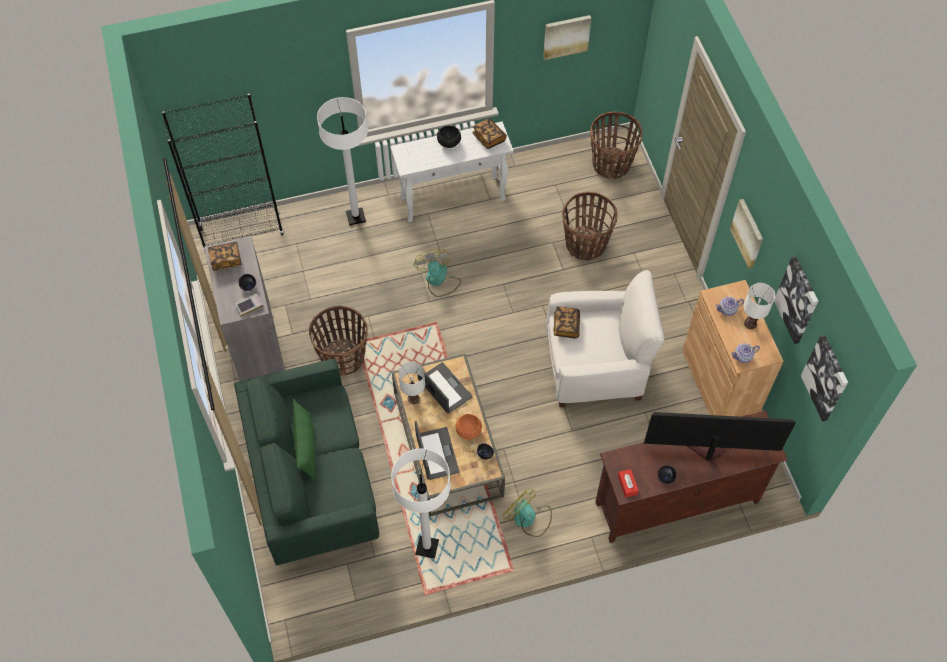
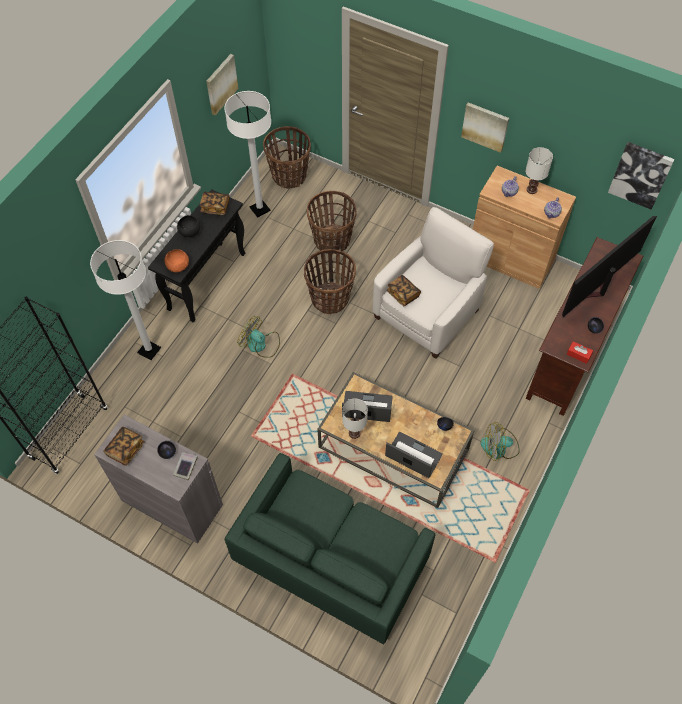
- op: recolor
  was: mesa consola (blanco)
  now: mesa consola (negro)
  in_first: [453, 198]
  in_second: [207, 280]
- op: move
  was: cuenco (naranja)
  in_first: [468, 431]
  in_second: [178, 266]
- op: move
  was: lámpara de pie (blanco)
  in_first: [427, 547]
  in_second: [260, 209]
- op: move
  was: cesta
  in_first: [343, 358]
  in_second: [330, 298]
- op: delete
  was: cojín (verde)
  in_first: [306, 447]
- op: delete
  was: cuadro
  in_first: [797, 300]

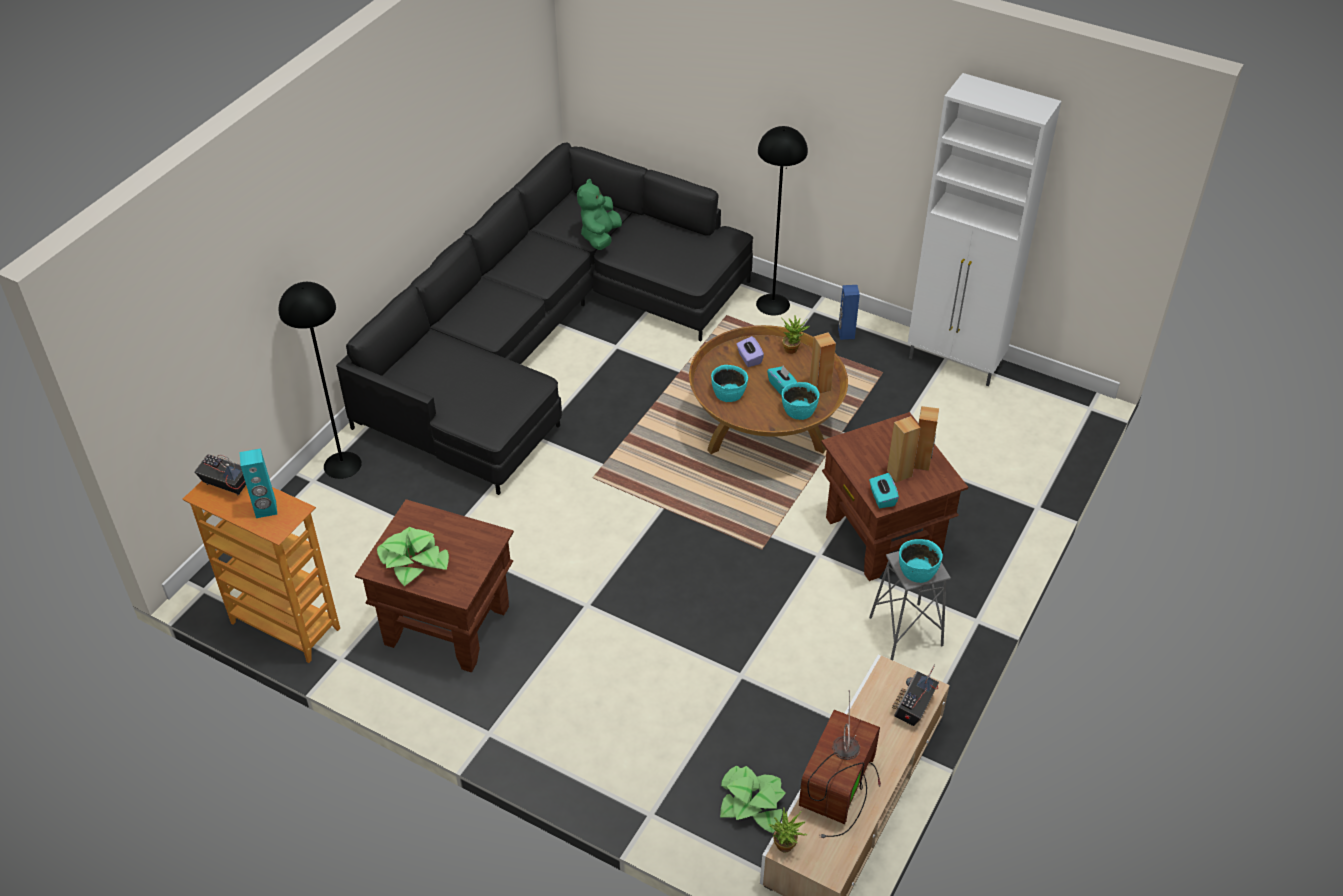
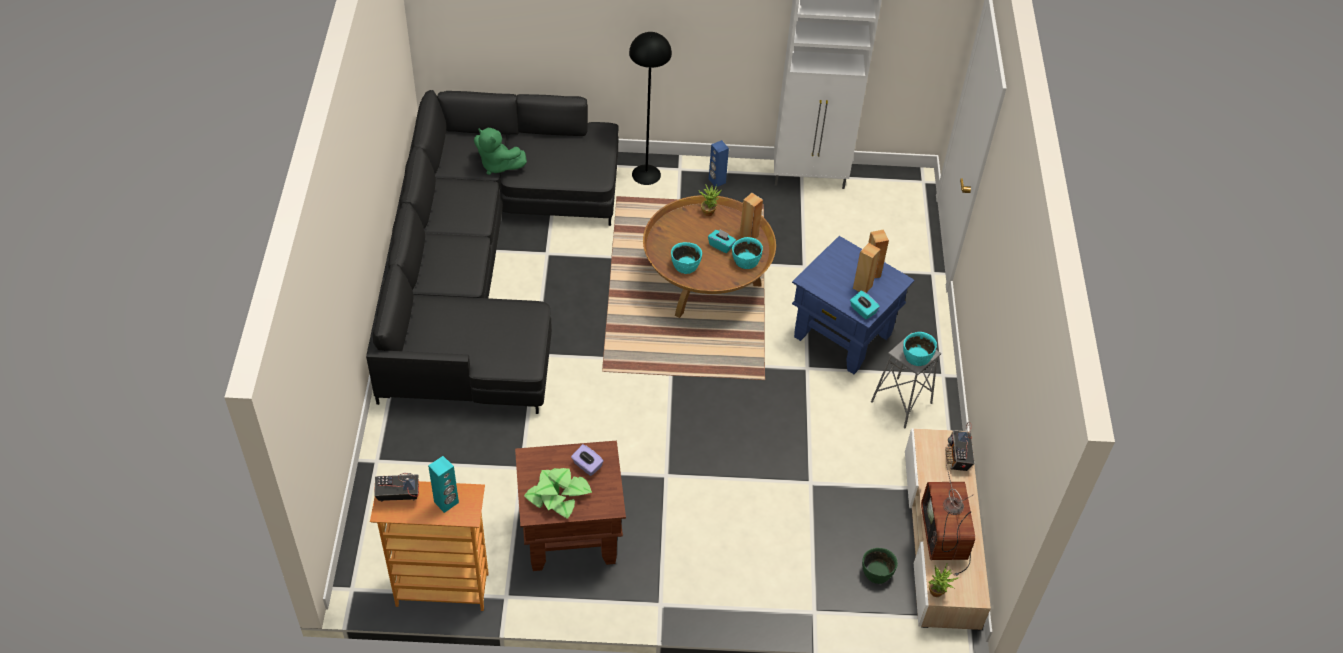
- op: rotate
  was: peluche (verde)
  in_first: [600, 237]
  in_second: [497, 165]
  clockwise: -45
- op: move
  was: caja de pañuelos (morado)
  in_first: [749, 358]
  in_second: [587, 466]
- op: recolor
  was: mesa auxiliar (marrón)
  now: mesa auxiliar (azul)
  in_first: [882, 536]
  in_second: [842, 336]
- op: replace
  was: planta en maceta
  now: cuenco (verde)
  in_first: [752, 802]
  in_second: [876, 572]
- op: delete
  was: lámpara de pie (negro)
  in_first: [342, 464]

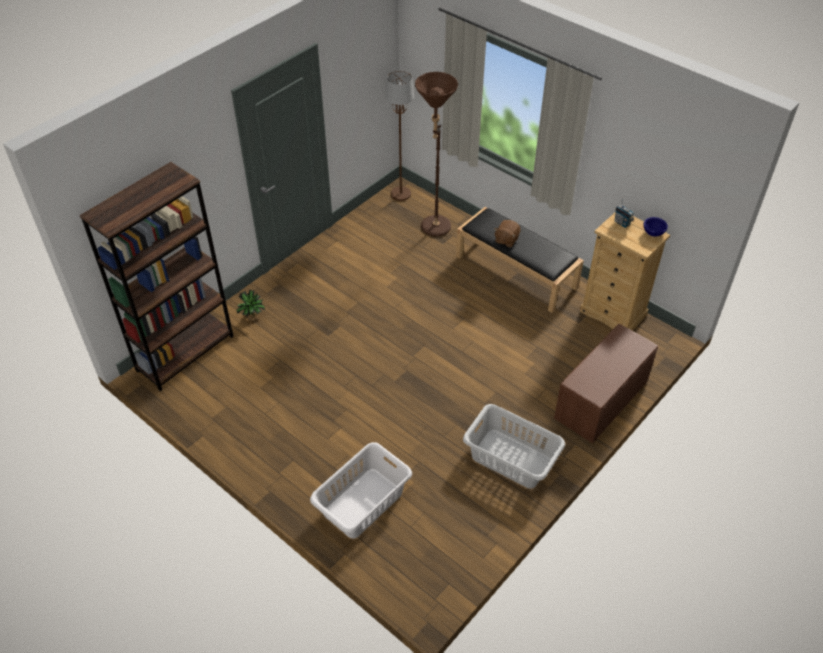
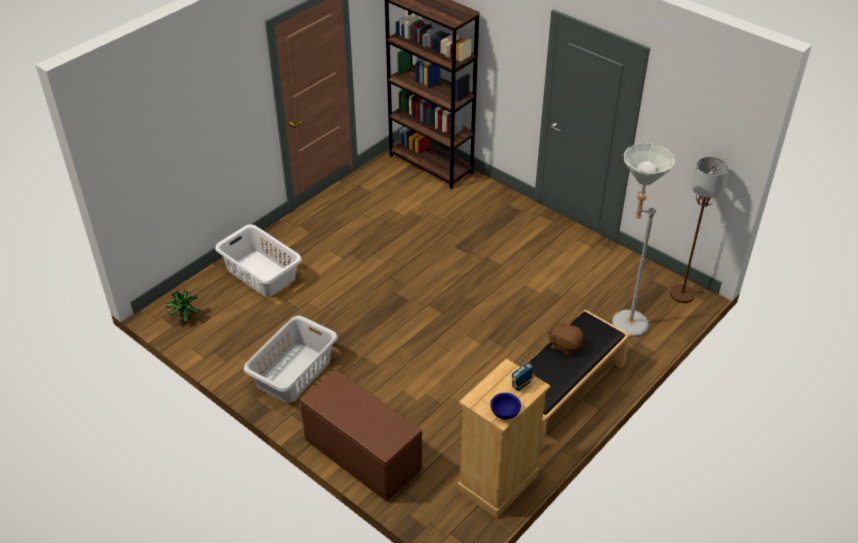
- op: move
  was: planta en maceta
  in_first: [252, 316]
  in_second: [185, 318]
- op: recolor
  was: lámpara de pie (marrón)
  now: lámpara de pie (gris)
  in_first: [433, 230]
  in_second: [622, 322]

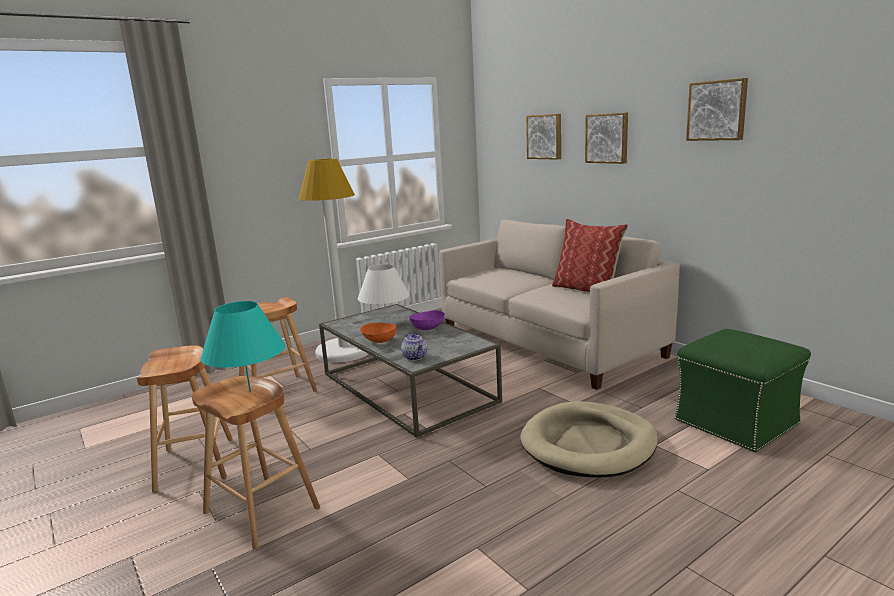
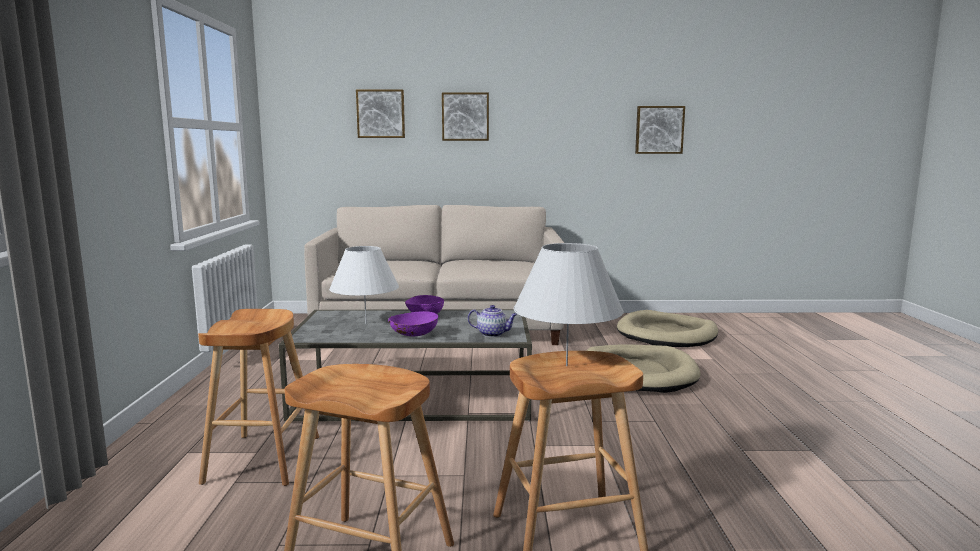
- op: recolor
  was: cuenco (naranja)
  now: cuenco (morado)
  in_first: [379, 341]
  in_second: [414, 335]
- op: recolor
  was: lámpara de mesa (turquesa)
  now: lámpara de mesa (blanco)
  in_first: [250, 391]
  in_second: [566, 366]
- op: replace
  was: puf (verde)
  now: cama para perro (beis)
  in_first: [737, 423]
  in_second: [667, 334]
- op: move
  was: cuadro
  in_first: [717, 110]
  in_second: [659, 130]
- op: delete
  was: lámpara de pie (blanco)
  in_first: [344, 351]
- op: delete
  was: cojín
  in_first: [587, 289]

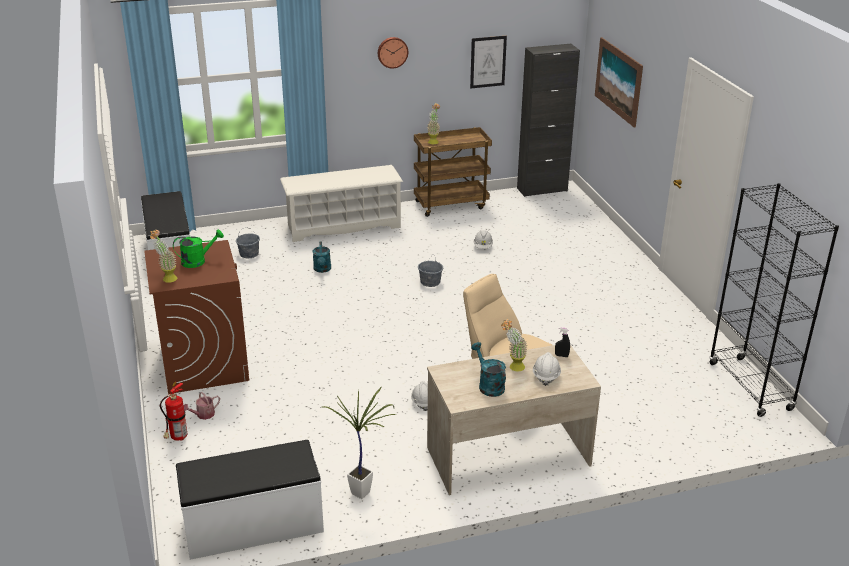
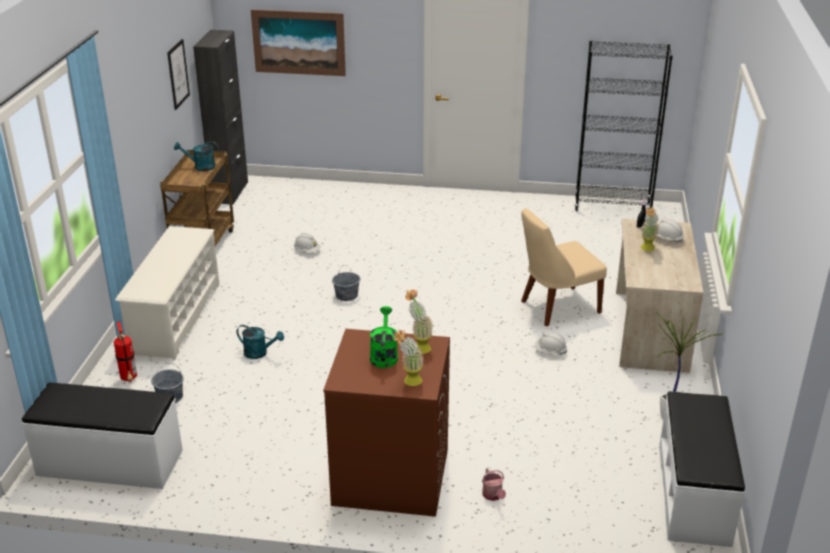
- op: move
  was: extintor
  in_first: [177, 438]
  in_second: [129, 379]
- op: move
  was: regadera (turquesa)
  in_first: [488, 385]
  in_second: [200, 167]
- op: move
  was: planta en maceta
  in_first: [433, 141]
  in_second: [418, 347]
- op: delete
  was: reloj de pared
  in_first: [392, 52]

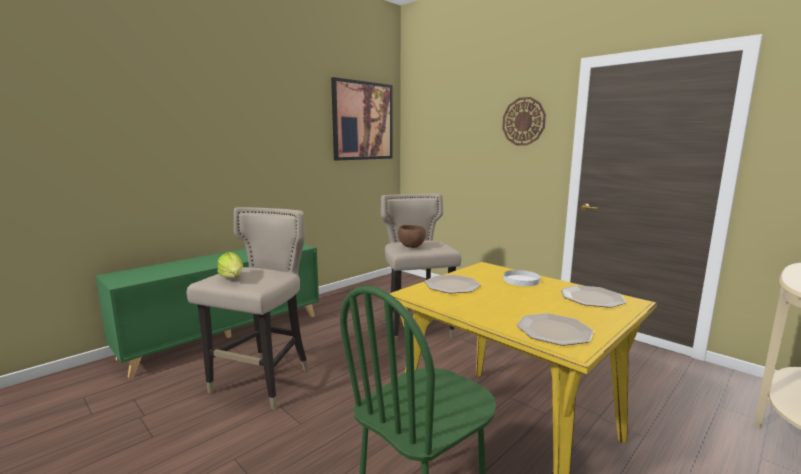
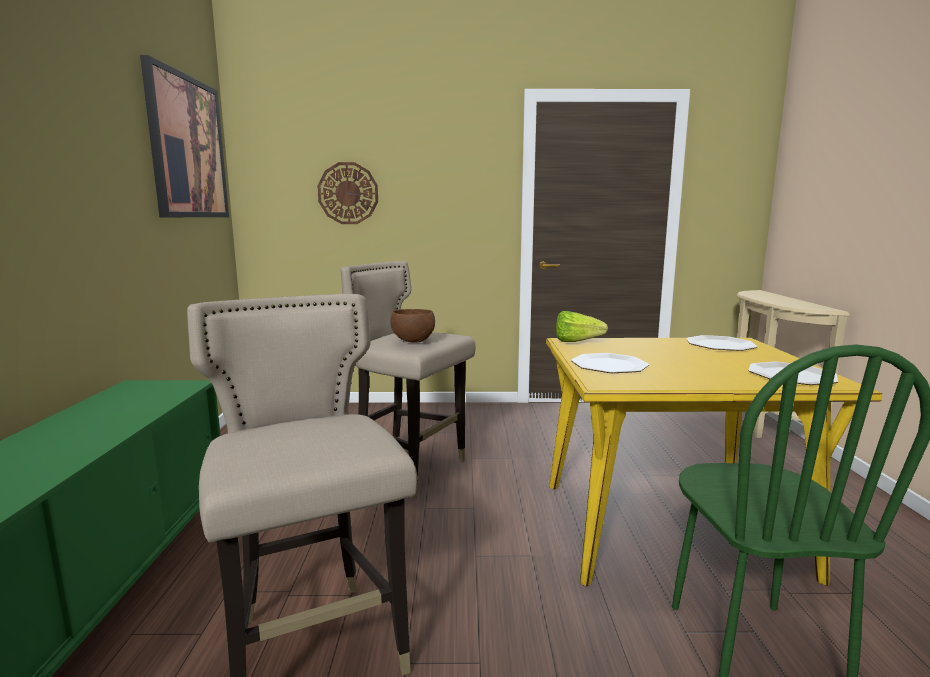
- op: move
  was: reloj de pared
  in_first: [523, 121]
  in_second: [348, 193]
- op: move
  was: lechuga
  in_first: [232, 279]
  in_second: [581, 342]
- op: delete
  was: plato (blanco)
  in_first: [521, 280]

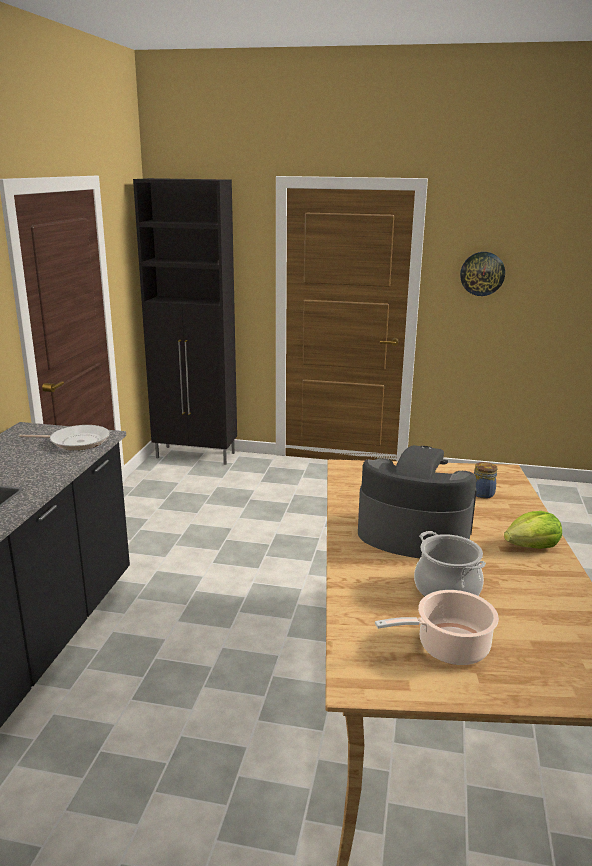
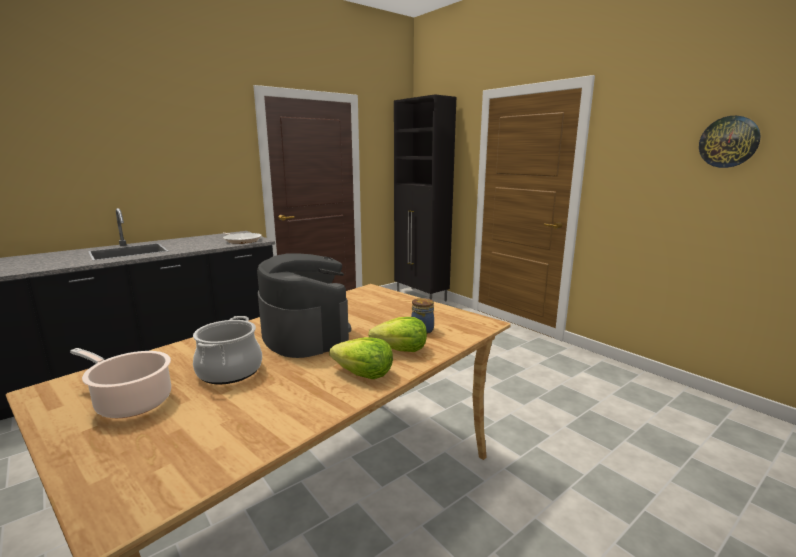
- op: insert
  now: lechuga
  in_second: [401, 350]
- op: move
  was: reloj de pared
  in_first: [482, 273]
  in_second: [728, 142]

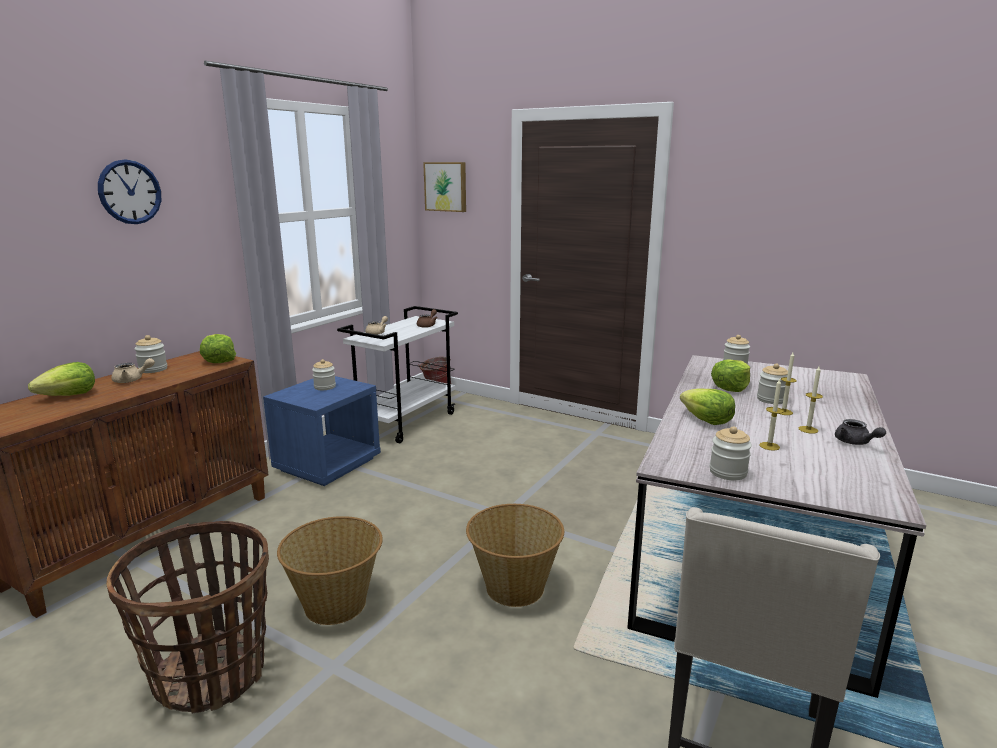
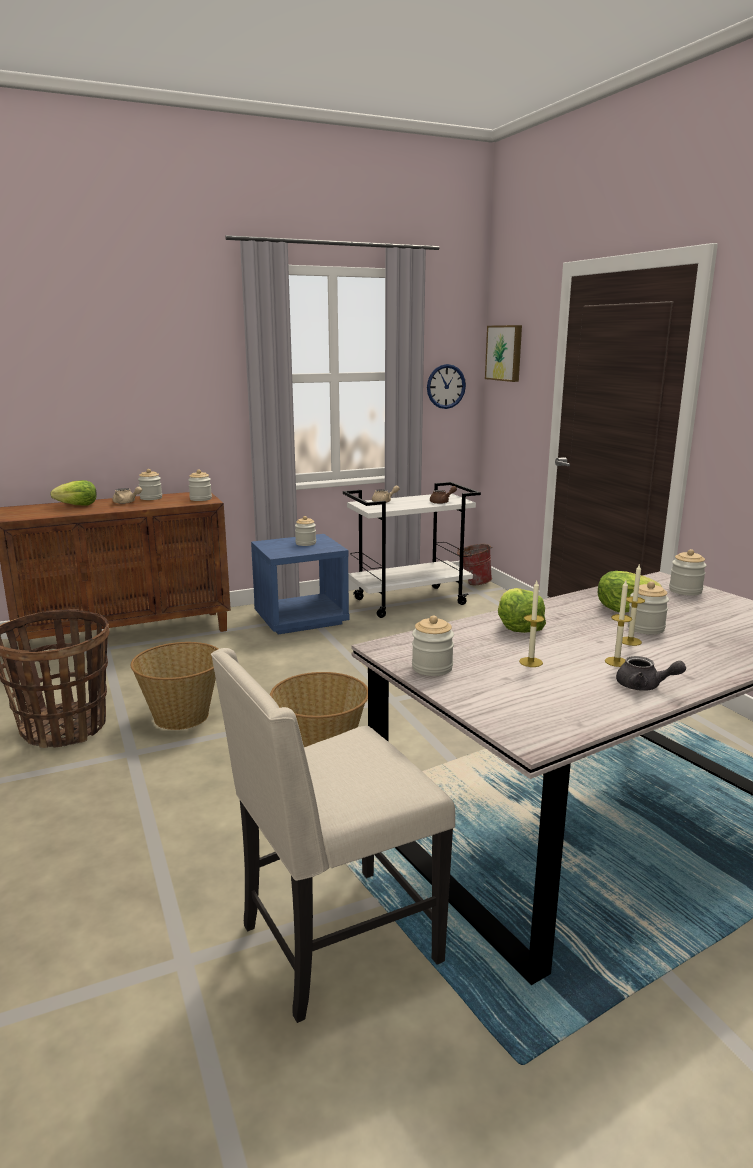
- op: replace
  was: lechuga
  now: tarro
  in_first: [218, 360]
  in_second: [200, 499]
- op: move
  was: reloj de pared
  in_first: [130, 192]
  in_second: [446, 386]
- op: rotate
  was: tetera (gris)
  in_first: [855, 442]
  in_second: [644, 686]
  clockwise: -75

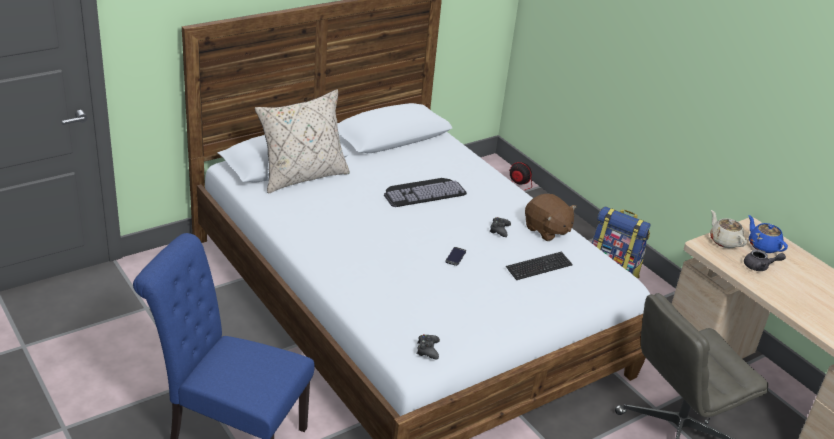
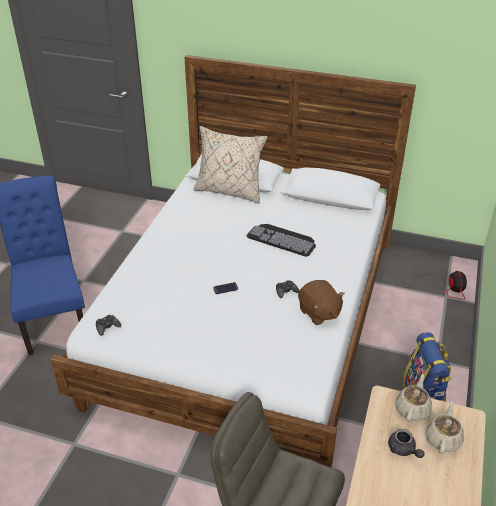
- op: rotate
  was: peluche (marrón)
  in_first: [547, 230]
  in_second: [319, 313]
  clockwise: -45
- op: recolor
  was: tetera (azul)
  now: tetera (beis)
  in_first: [763, 246]
  in_second: [443, 438]
- op: delete
  was: teclado
  in_first: [539, 267]

